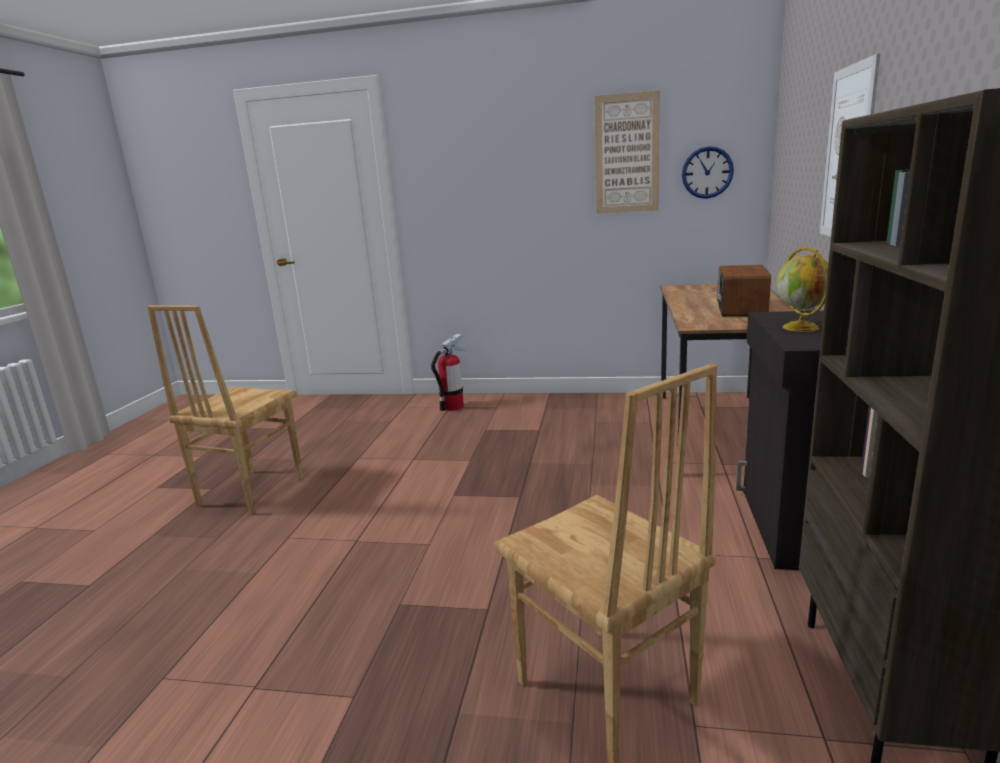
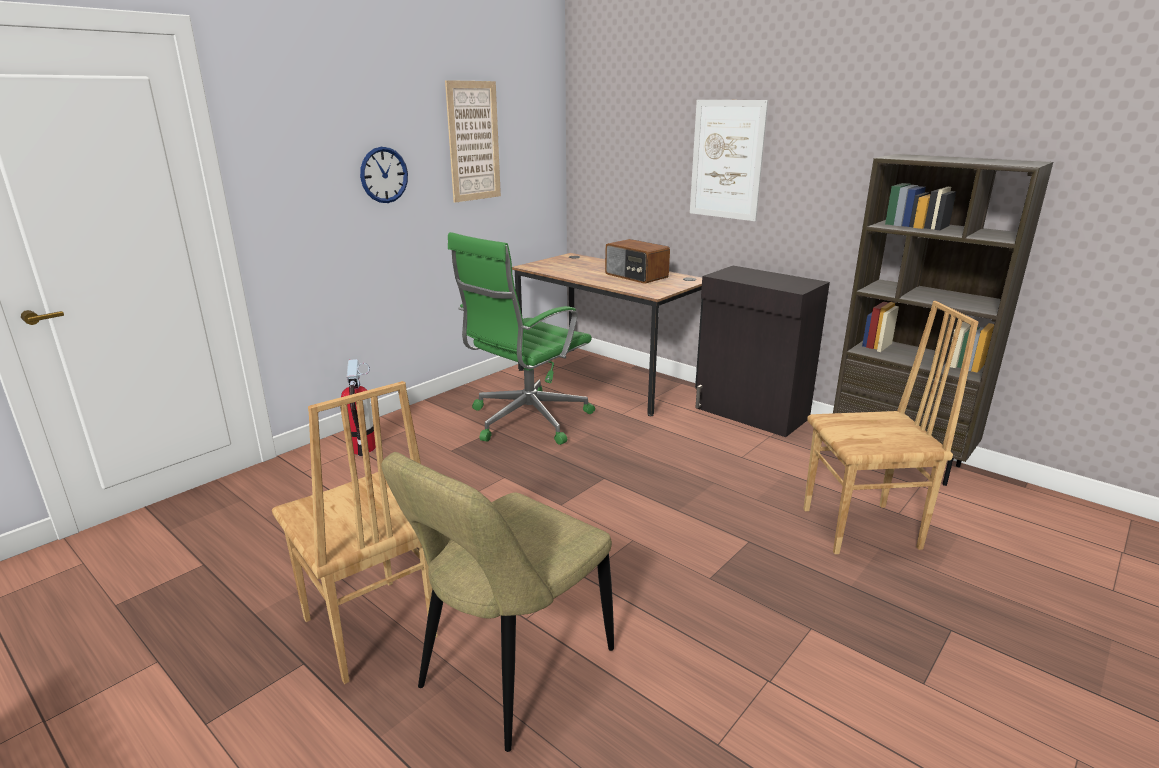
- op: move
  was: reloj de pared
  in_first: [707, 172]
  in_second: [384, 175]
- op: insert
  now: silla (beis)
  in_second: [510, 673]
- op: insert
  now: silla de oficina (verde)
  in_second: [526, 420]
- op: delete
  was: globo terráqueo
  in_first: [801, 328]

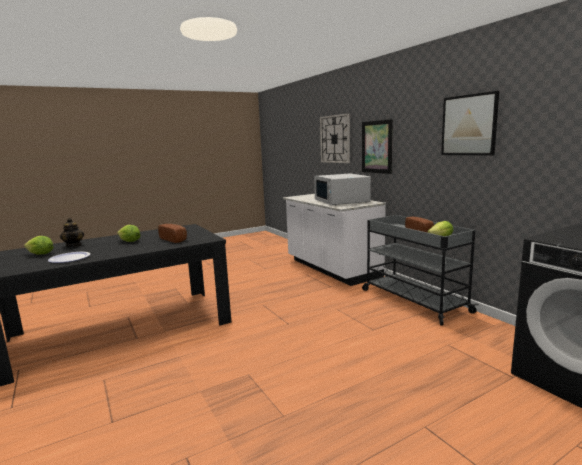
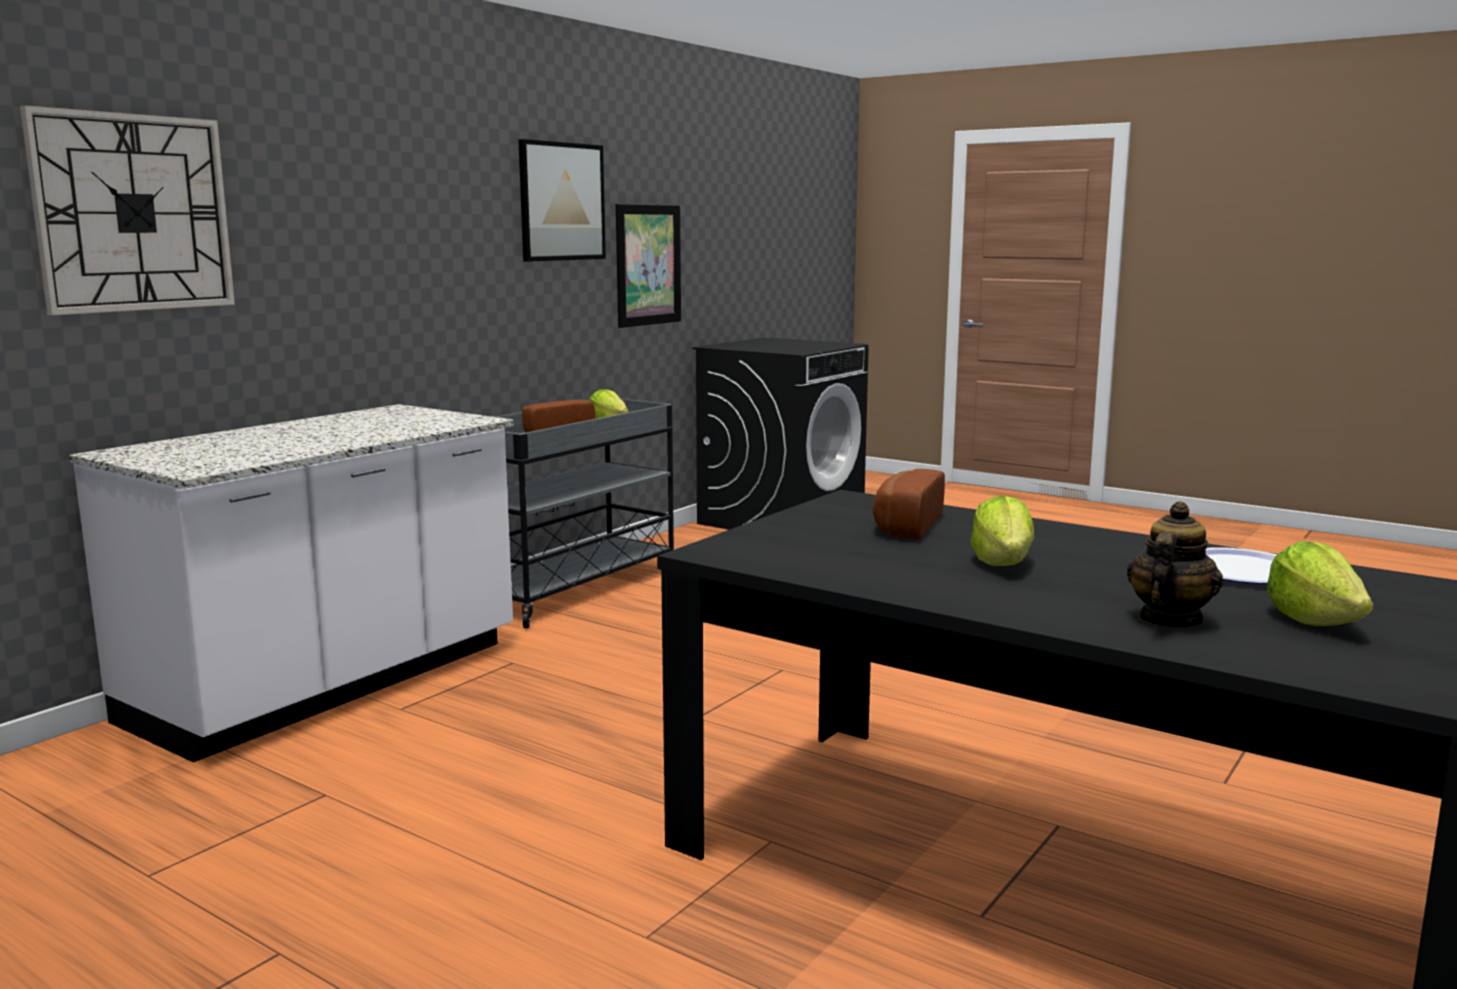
- op: move
  was: cuadro
  in_first: [377, 147]
  in_second: [648, 265]
- op: delete
  was: microondas (blanco)
  in_first: [341, 201]

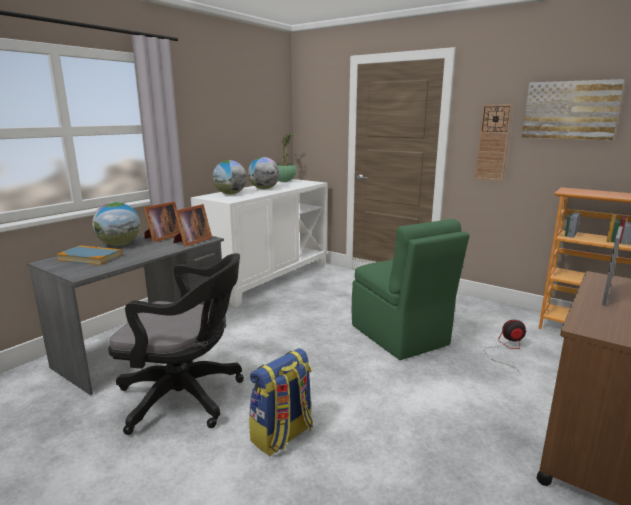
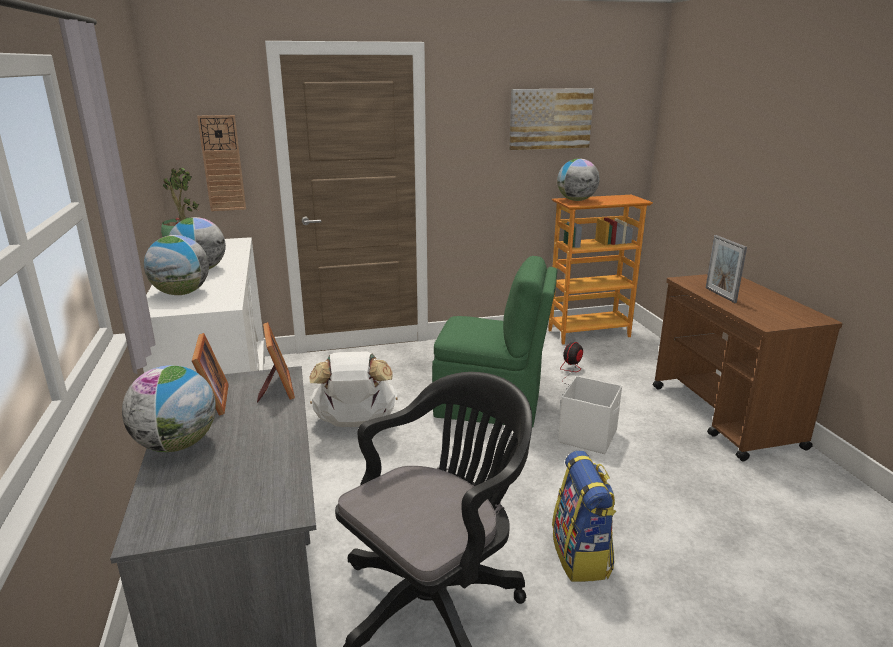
- op: move
  was: reloj de pared
  in_first: [493, 142]
  in_second: [222, 163]
- op: insert
  now: mochila (blanco)
  in_second: [355, 423]
- op: insert
  now: globo terráqueo
  in_second: [576, 200]
- op: insert
  now: caja de almacenaje (blanco)
  in_second: [588, 436]
- op: delete
  was: libro
  in_first: [90, 257]

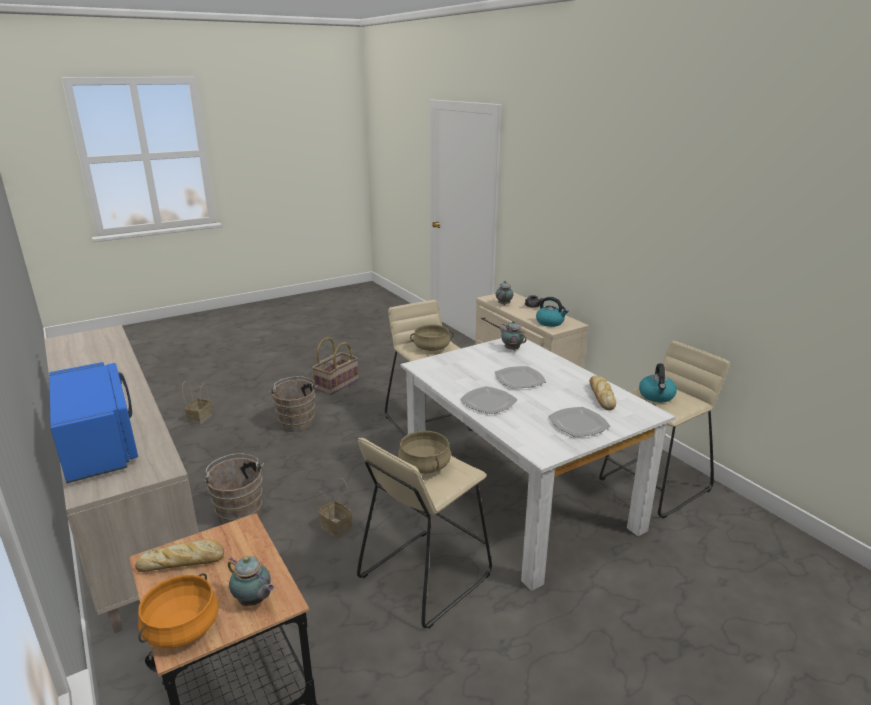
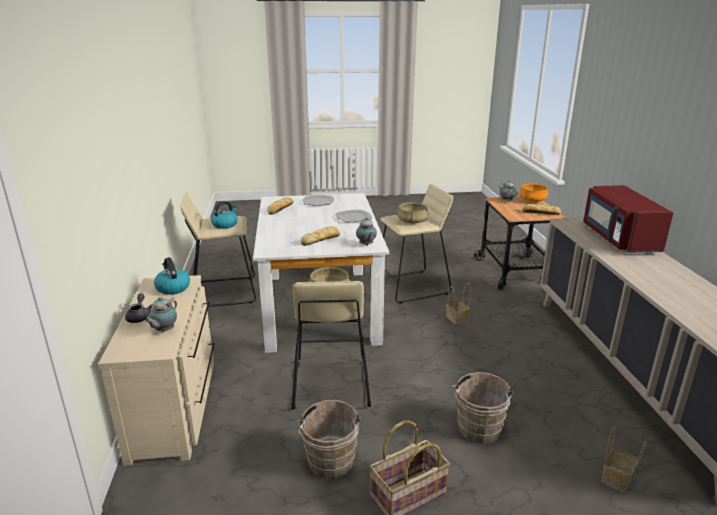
- op: move
  was: cubo (marrón)
  in_first: [239, 511]
  in_second: [330, 464]
- op: insert
  now: pan
  in_second: [321, 239]
- op: move
  was: tetera
  in_first: [511, 349]
  in_second: [366, 245]
- op: recolor
  was: microondas (azul)
  now: microondas (rojo)
  in_first: [100, 445]
  in_second: [618, 238]
- op: delete
  was: plato
  in_first: [519, 379]

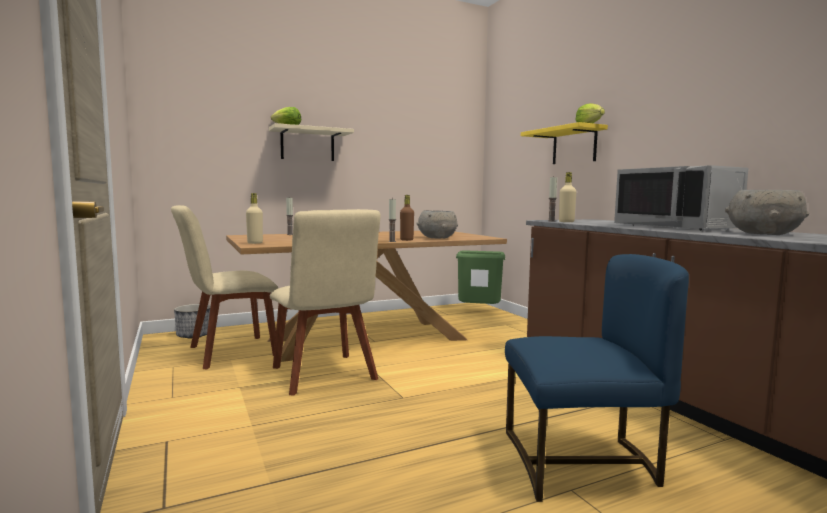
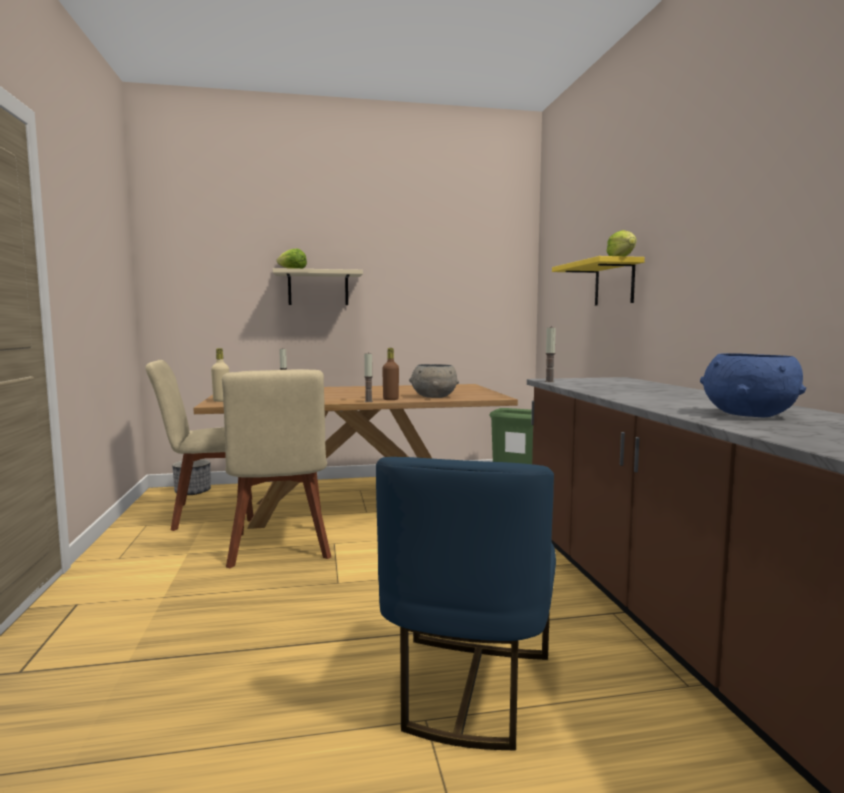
- op: rotate
  was: silla (azul)
  in_first: [581, 463]
  in_second: [468, 689]
  clockwise: 90
- op: recolor
  was: cuenco (gris)
  now: cuenco (azul)
  in_first: [763, 234]
  in_second: [749, 414]
- op: delete
  was: botella (beis)
  in_first: [566, 222]
- op: delete
  was: microondas (gris)
  in_first: [677, 228]

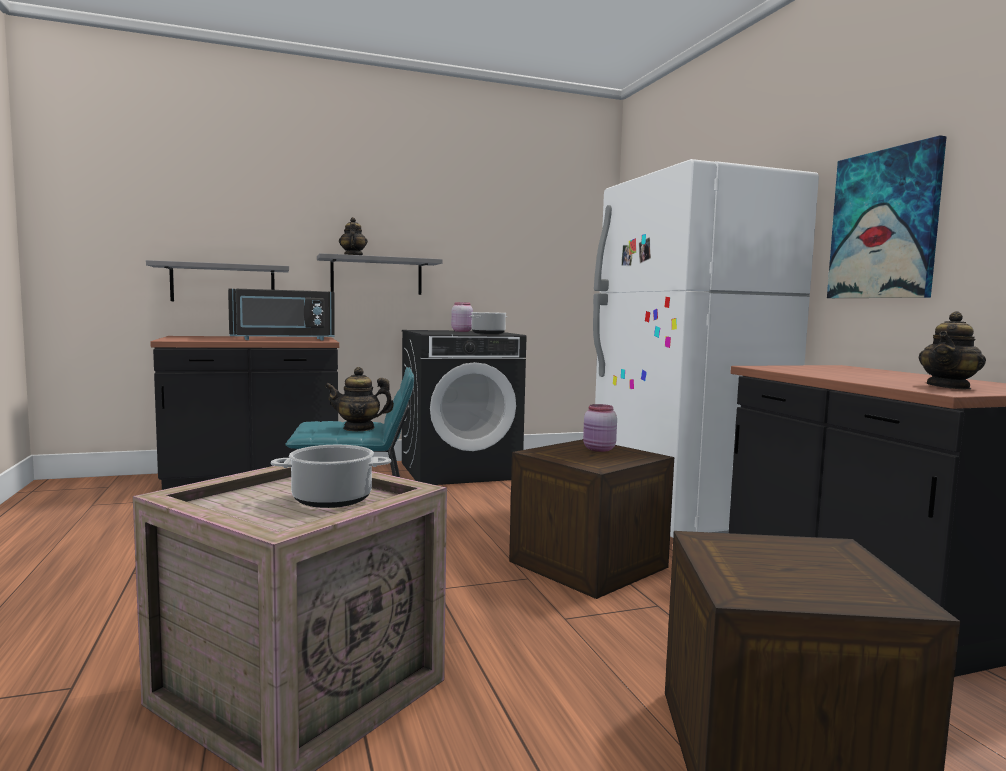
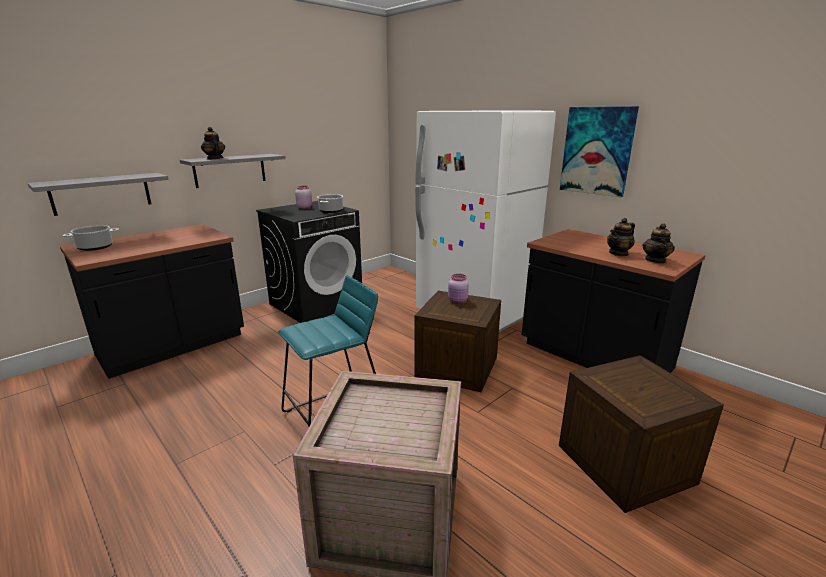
- op: move
  was: olla
  in_first: [331, 499]
  in_second: [95, 247]
- op: move
  was: tetera
  in_first: [359, 428]
  in_second: [618, 253]
- op: delete
  was: microondas (negro)
  in_first: [282, 339]

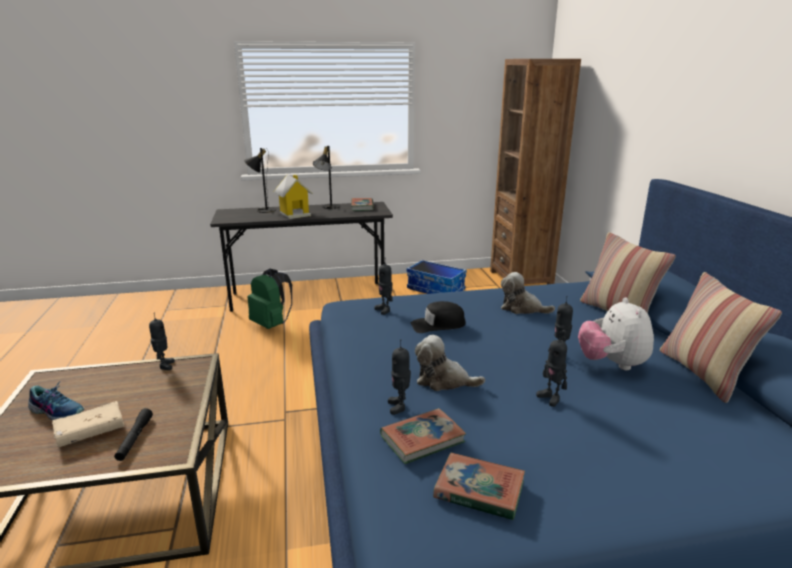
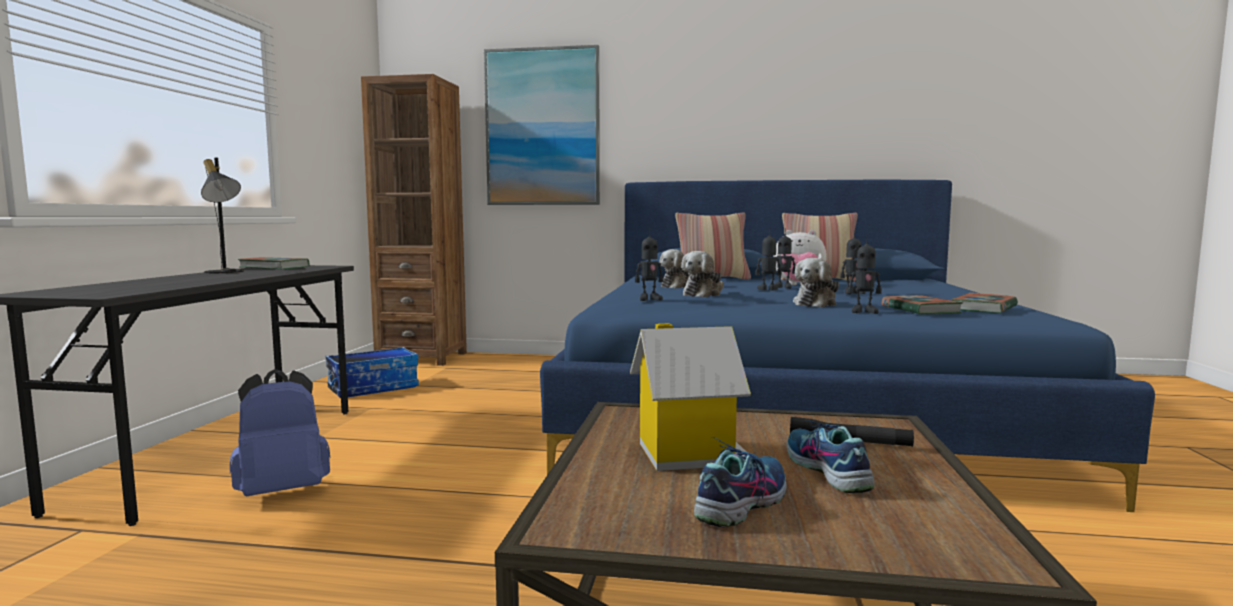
- op: recolor
  was: mochila (verde)
  now: mochila (azul)
  in_first: [271, 324]
  in_second: [283, 490]
- op: insert
  now: cuadro
  in_second: [542, 127]
- op: move
  was: casita
  in_first: [295, 213]
  in_second: [687, 453]
- op: replace
  was: gorra (negro)
  now: peluche
  in_first: [438, 324]
  in_second: [703, 294]
- op: move
  was: robot de juguete
  in_first: [164, 365]
  in_second: [767, 289]
- op: replace
  was: libro (beis)
  now: zapato
  in_first: [90, 432]
  in_second: [825, 470]
- op: delete
  was: lámpara de mesa (negro)
  in_first: [263, 210]

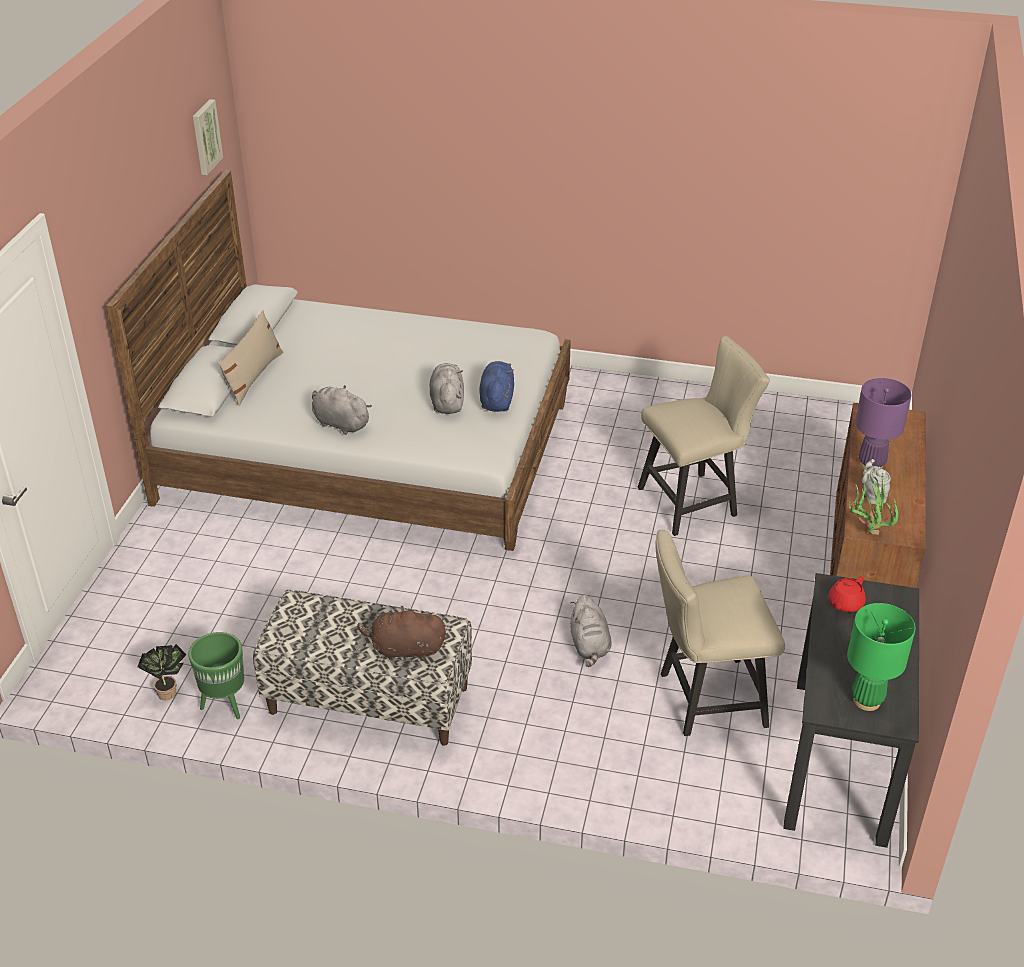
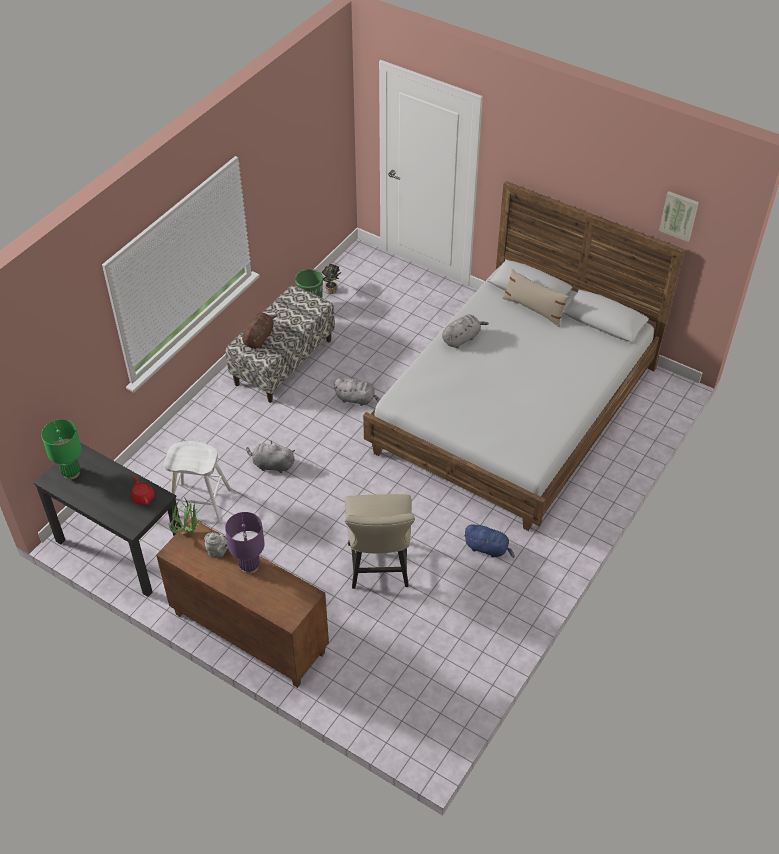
- op: replace
  was: silla (beis)
  now: taburete (blanco)
  in_first: [704, 699]
  in_second: [200, 503]
- op: move
  was: peluche (gris)
  in_first: [447, 402]
  in_second: [357, 399]
- op: move
  was: peluche (azul)
  in_first: [497, 399]
  in_second: [488, 548]

